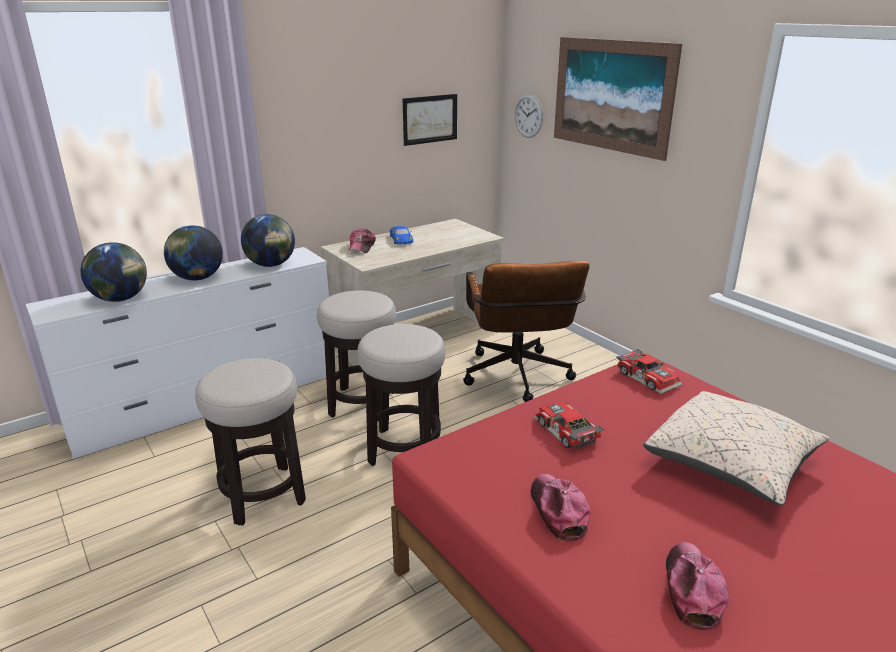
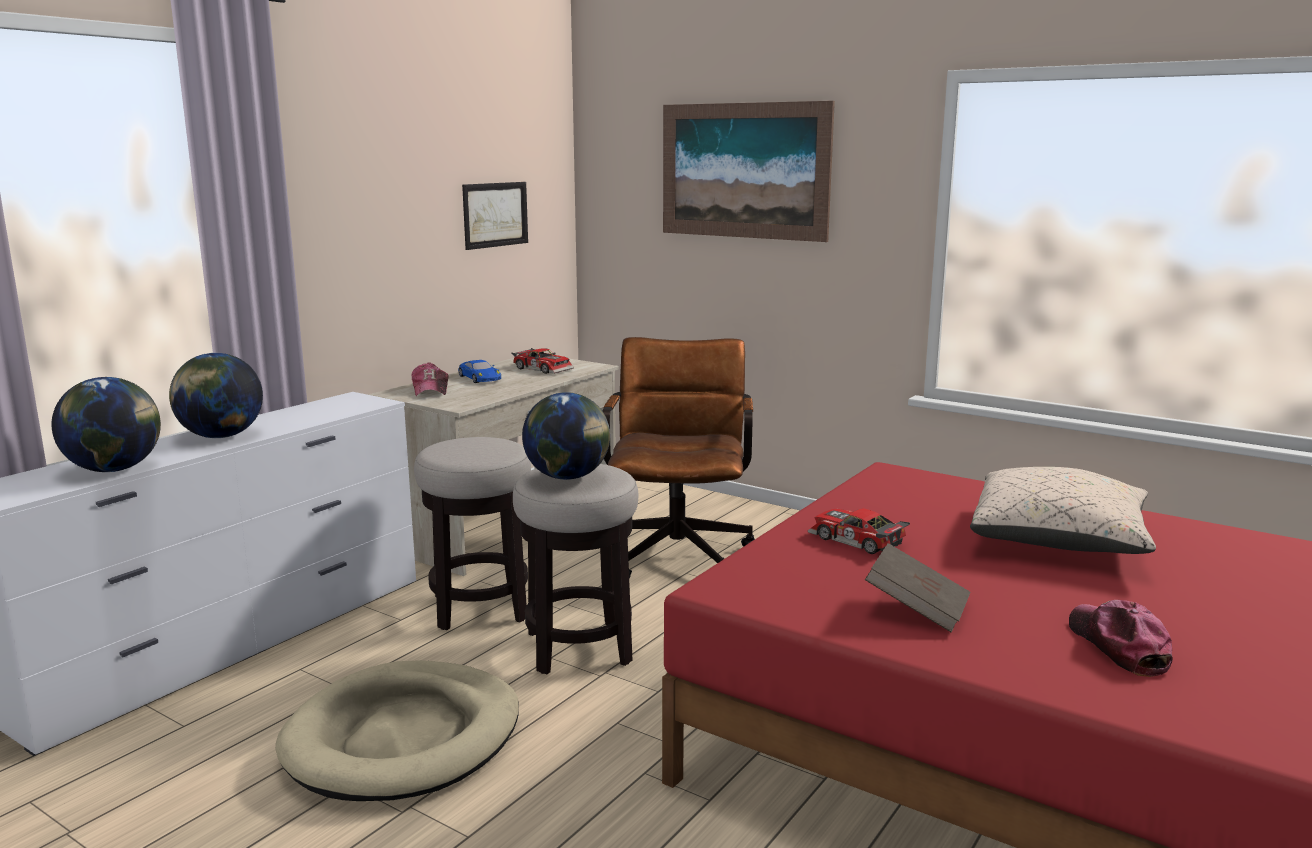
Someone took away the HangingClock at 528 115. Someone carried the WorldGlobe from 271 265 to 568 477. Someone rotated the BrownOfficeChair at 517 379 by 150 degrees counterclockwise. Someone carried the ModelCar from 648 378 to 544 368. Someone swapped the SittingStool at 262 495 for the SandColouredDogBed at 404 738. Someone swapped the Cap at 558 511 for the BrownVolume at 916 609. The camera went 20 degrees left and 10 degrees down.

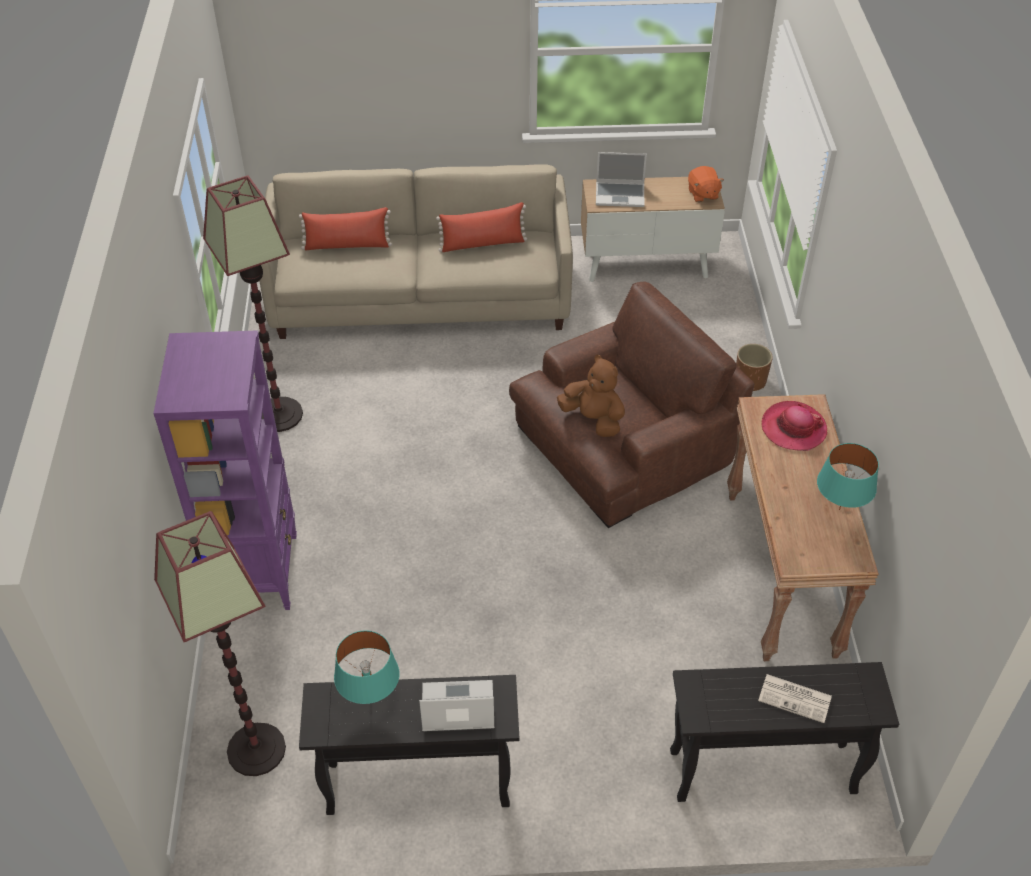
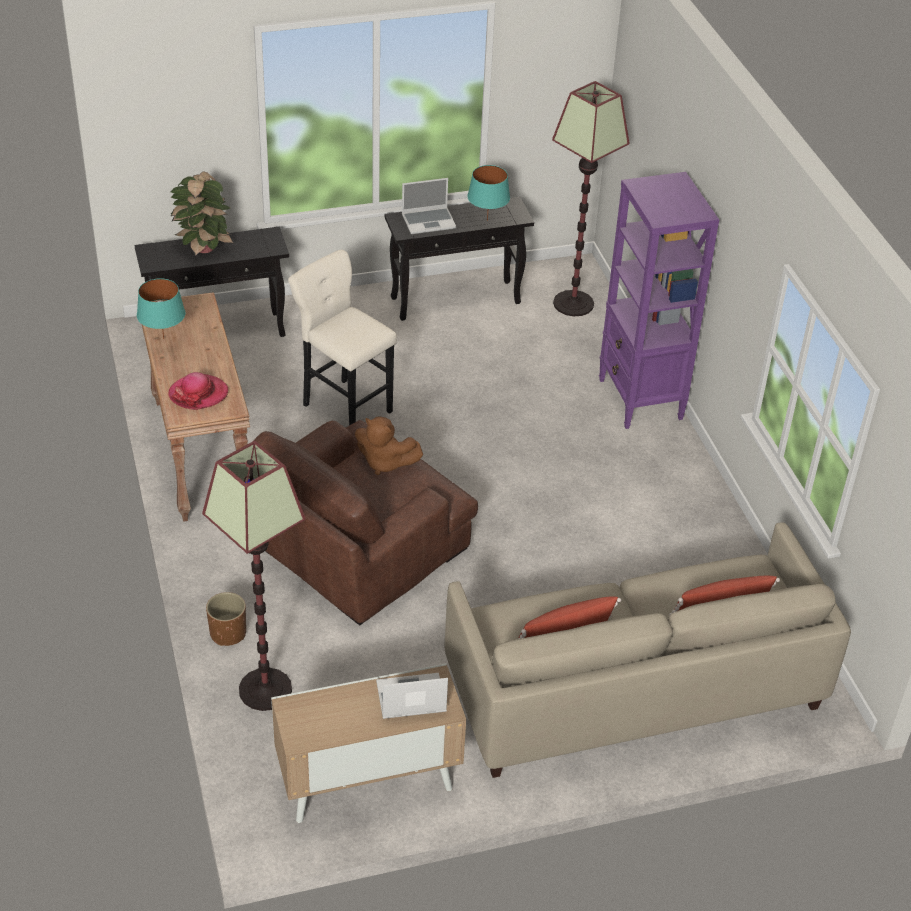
Someone took away the OrangePlushToy at 702 194. Someone carried the FloorLamp from 280 415 to 264 689. Someone swapped the DailyPaper at 796 698 for the Houseplant at 203 249. Someone put down the SandColouredSittingStool at 344 406. The camera went 165 degrees right and 5 degrees down.

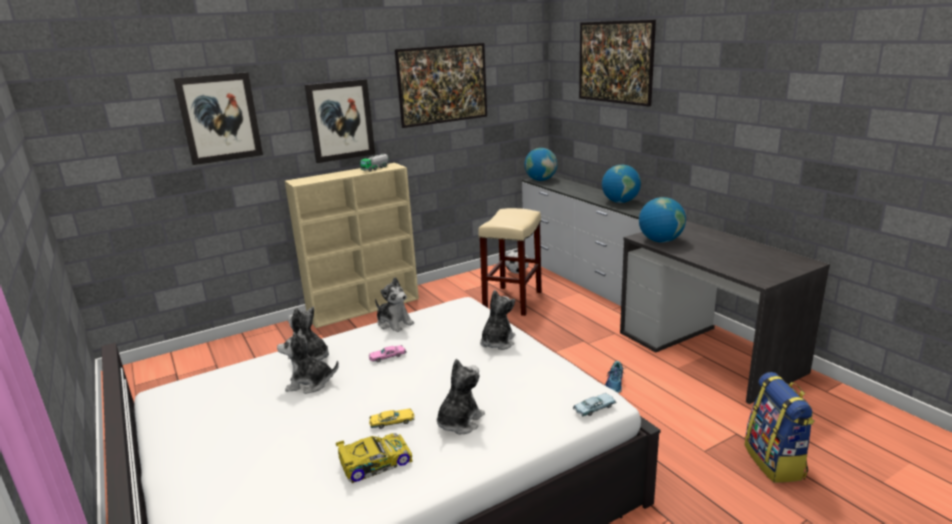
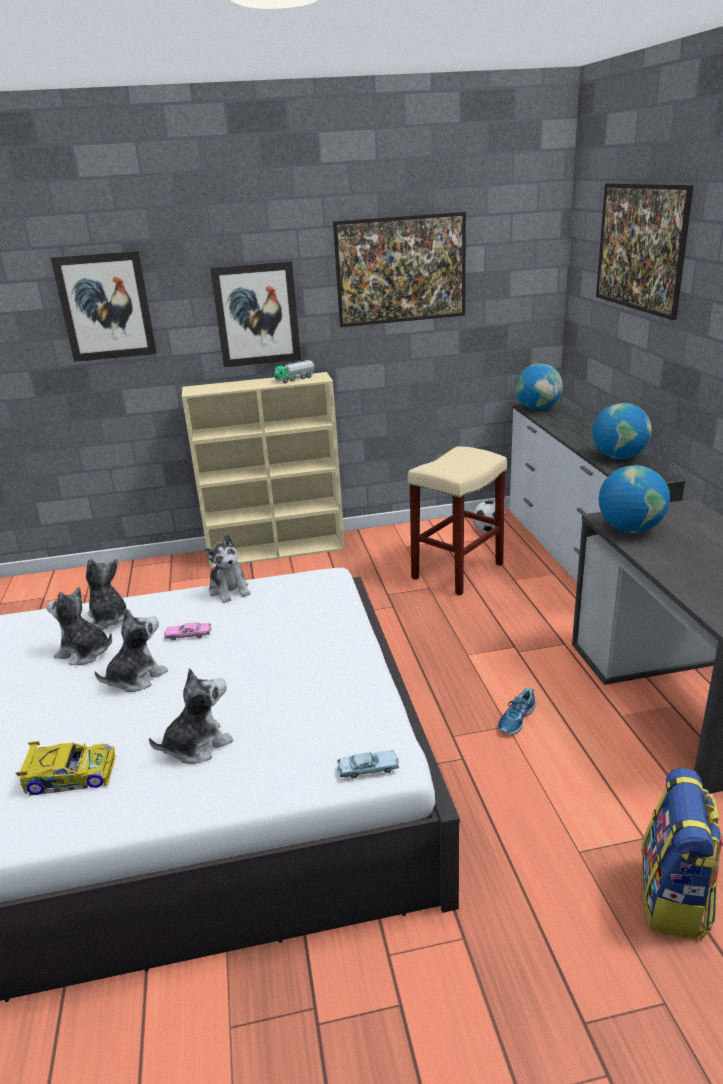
Someone carried the PlushToy from 497 342 to 136 678. Someone took away the YellowModelCar at 392 422. The camera went 20 degrees right and 5 degrees up.

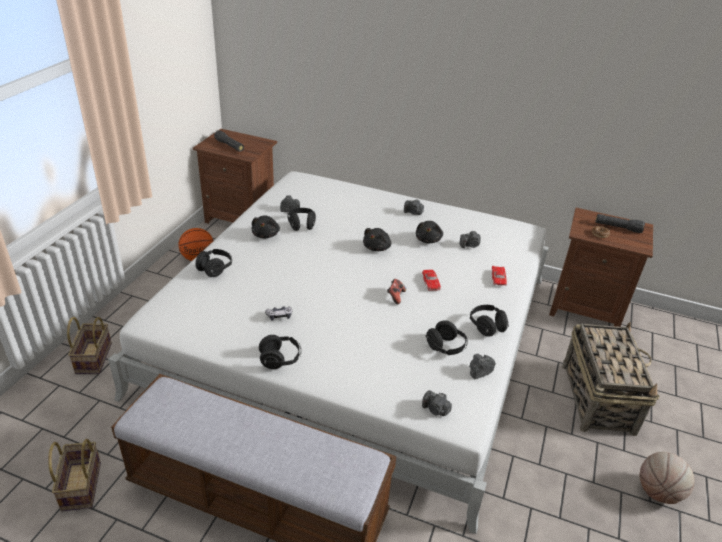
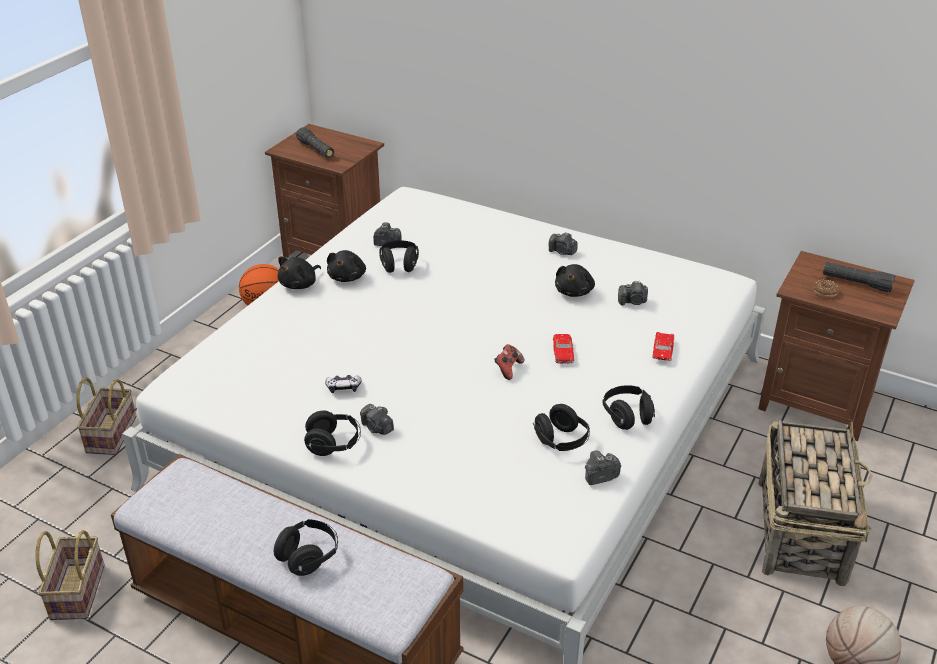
Someone carried the BlackishPlushToy from 377 247 to 300 284. Someone carried the BlackishHeadphones from 215 269 to 308 557. Someone carried the StillCamera from 435 409 to 377 428. The camera went 10 degrees right and 0 degrees up.

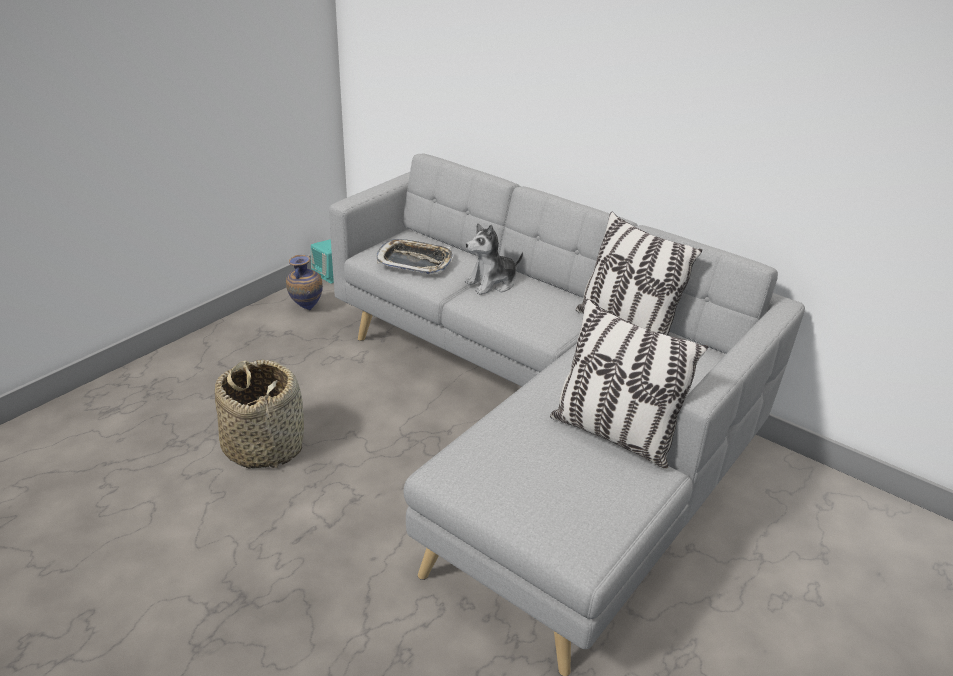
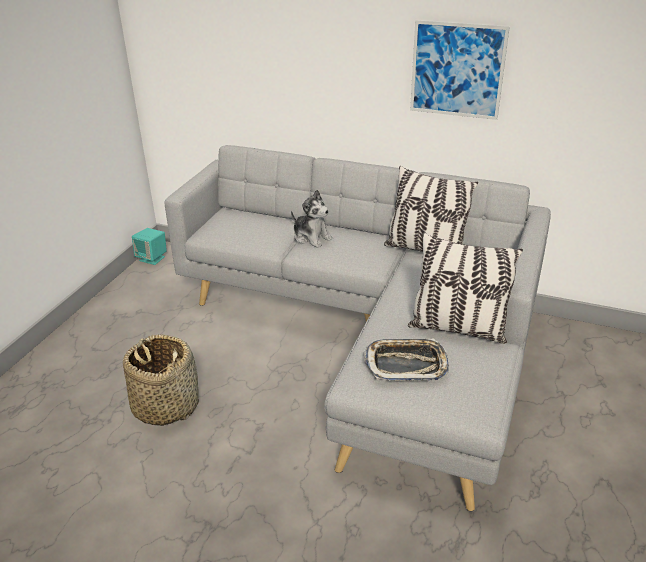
Someone rotated the PlushToy at 492 283 by 90 degrees counterclockwise. Someone carried the CarryingTray from 414 262 to 406 364. Someone took away the FlowerVase at 306 308. Someone put up the Picture at 457 70. The camera went 15 degrees left and 0 degrees up.

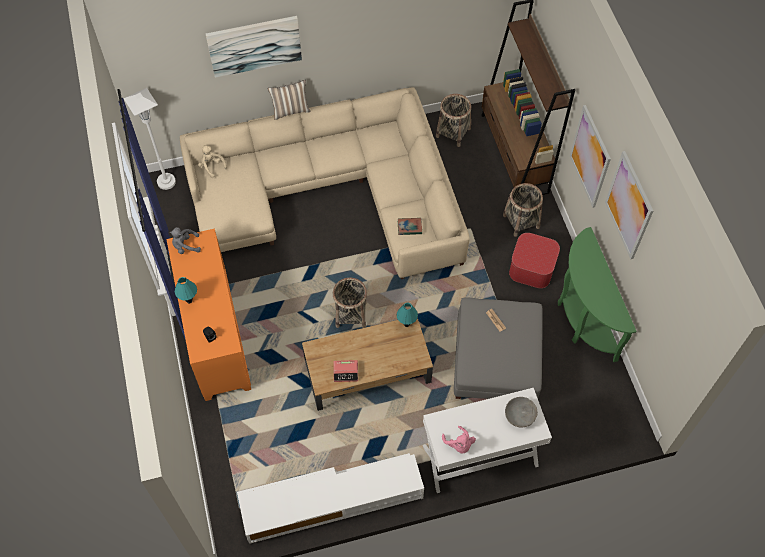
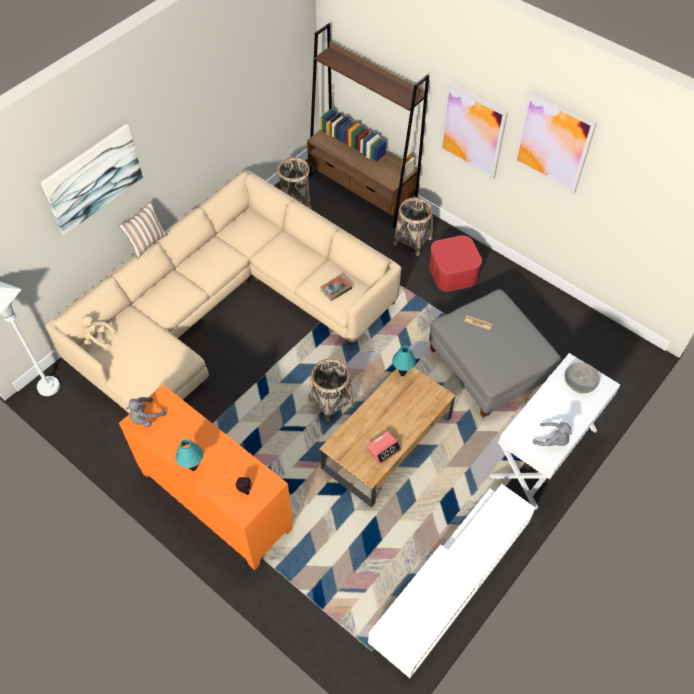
Someone took away the GreenishNarrowTable at 583 317. Someone repainted the PinkPlushToy at 459 444, which became the GreyPlushToy at 552 440. The camera went 35 degrees left and 5 degrees down.

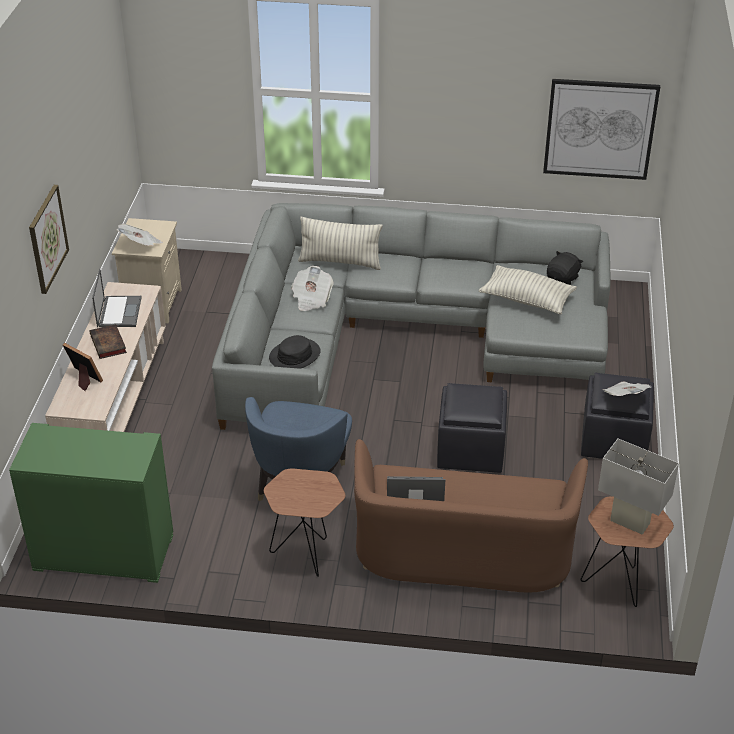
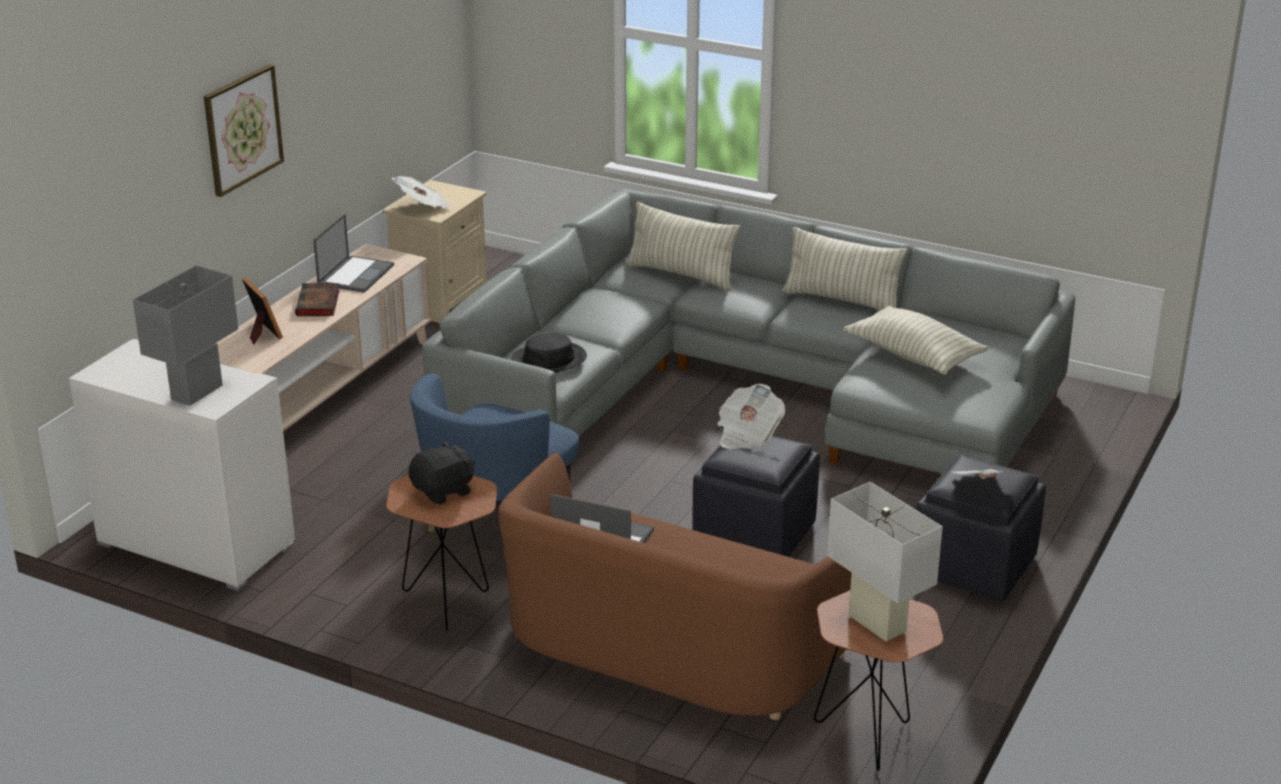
Someone took away the Picture at 600 129. Someone carried the BlackishPlushToy from 563 279 to 443 491. Someone carried the DailyPaper from 311 299 to 747 434. Someone repainted the GreenishDresser at 103 553, which became the WhiteDresser at 195 545. Someone put down the Pillow at 842 300. Someone put down the GreyTableLamp at 197 392. The camera went 20 degrees right and 10 degrees down.

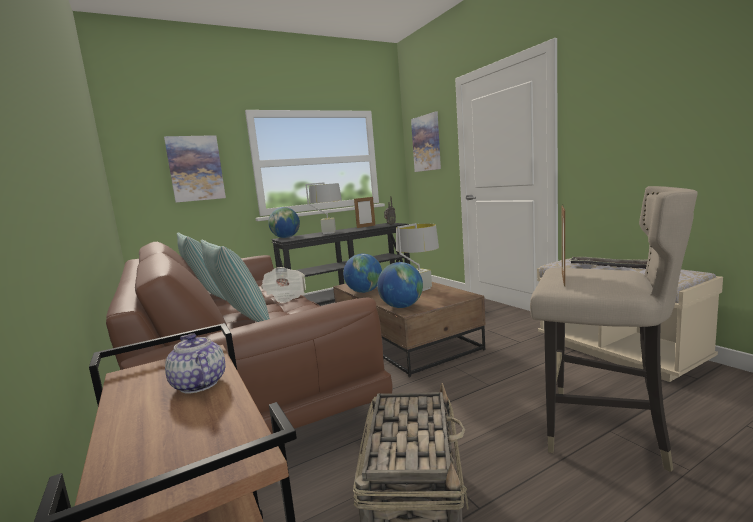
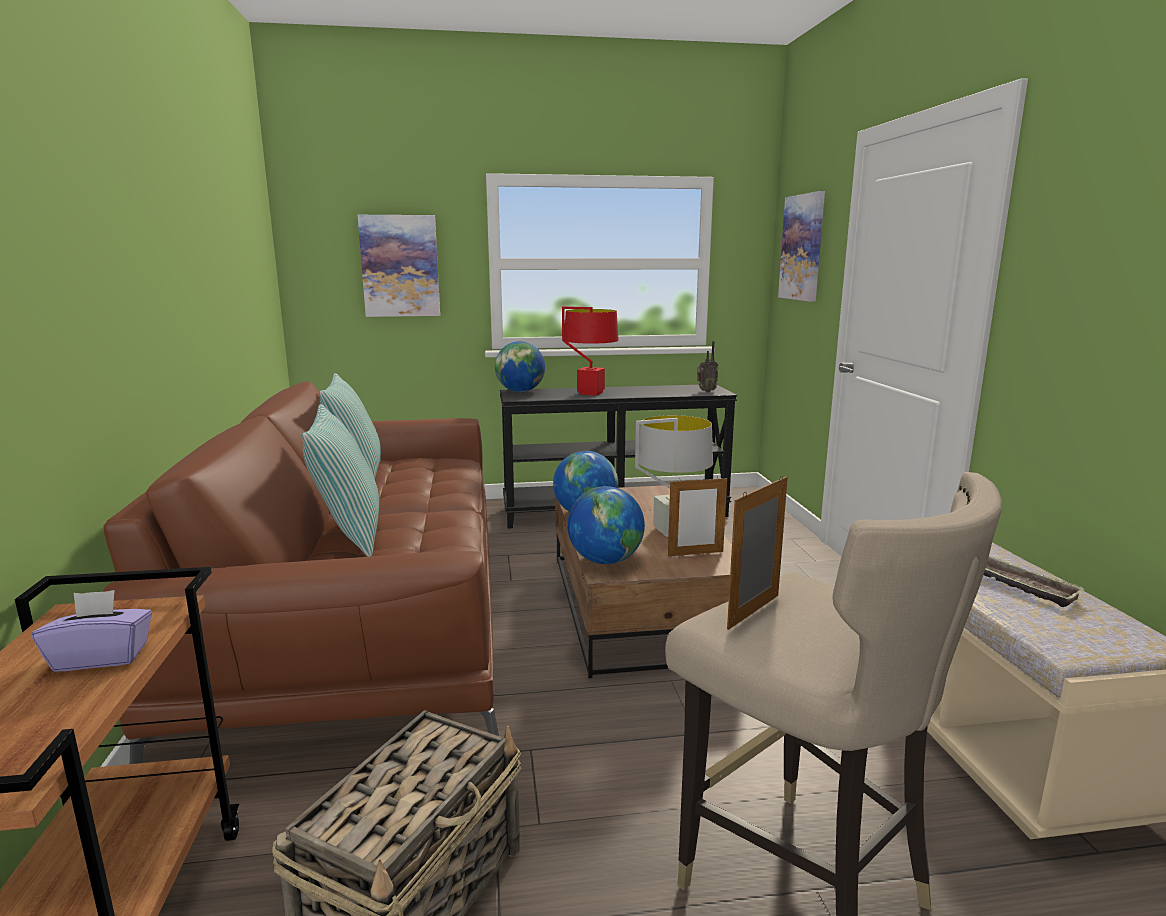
Someone repainted the GreyTableLamp at 328 233, which became the RedColouredTableLamp at 590 393. Someone carried the PictureFrame from 366 226 to 695 553. Someone took away the DailyPaper at 285 296. Someone swapped the PotForTea at 198 384 for the PurpleTissueHolder at 102 657. The camera went 20 degrees right and 5 degrees up.

